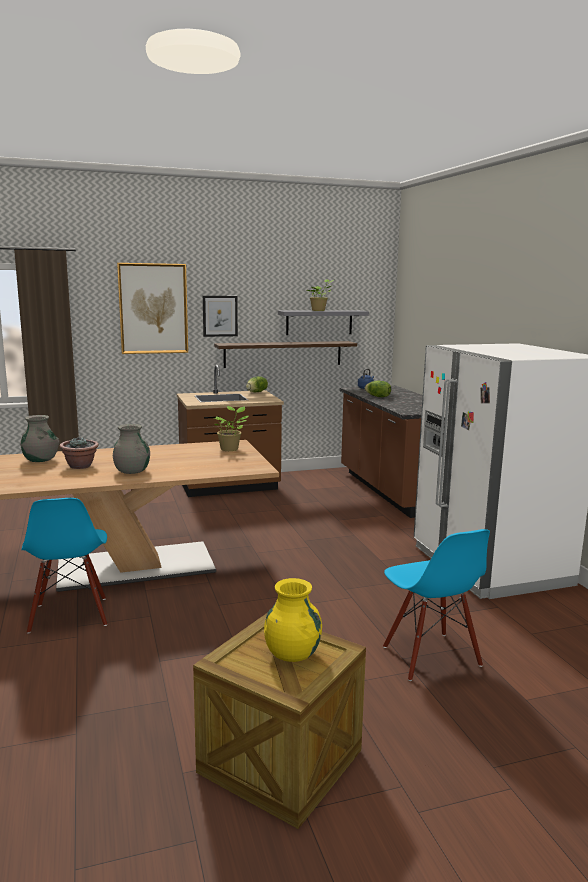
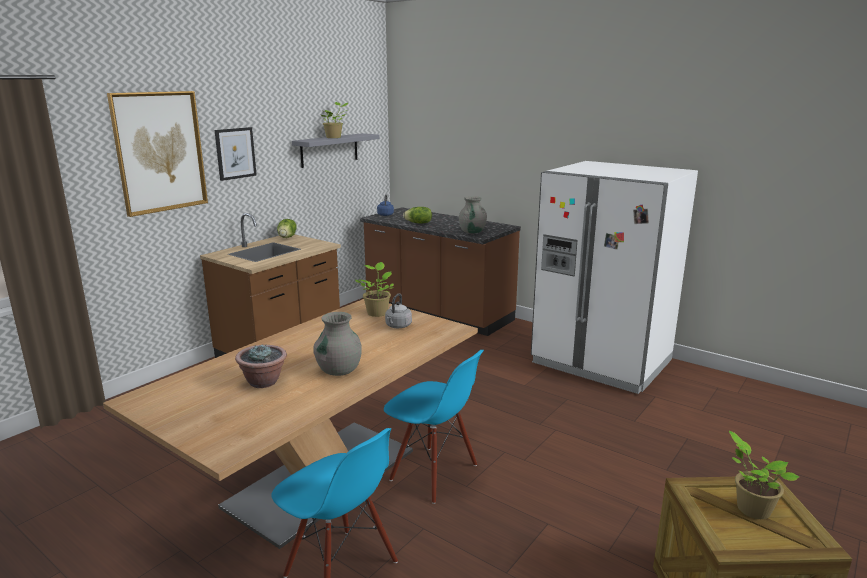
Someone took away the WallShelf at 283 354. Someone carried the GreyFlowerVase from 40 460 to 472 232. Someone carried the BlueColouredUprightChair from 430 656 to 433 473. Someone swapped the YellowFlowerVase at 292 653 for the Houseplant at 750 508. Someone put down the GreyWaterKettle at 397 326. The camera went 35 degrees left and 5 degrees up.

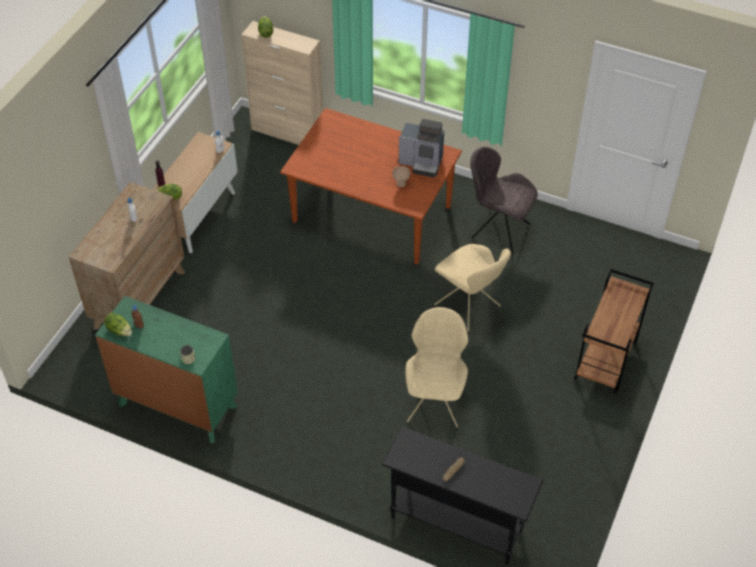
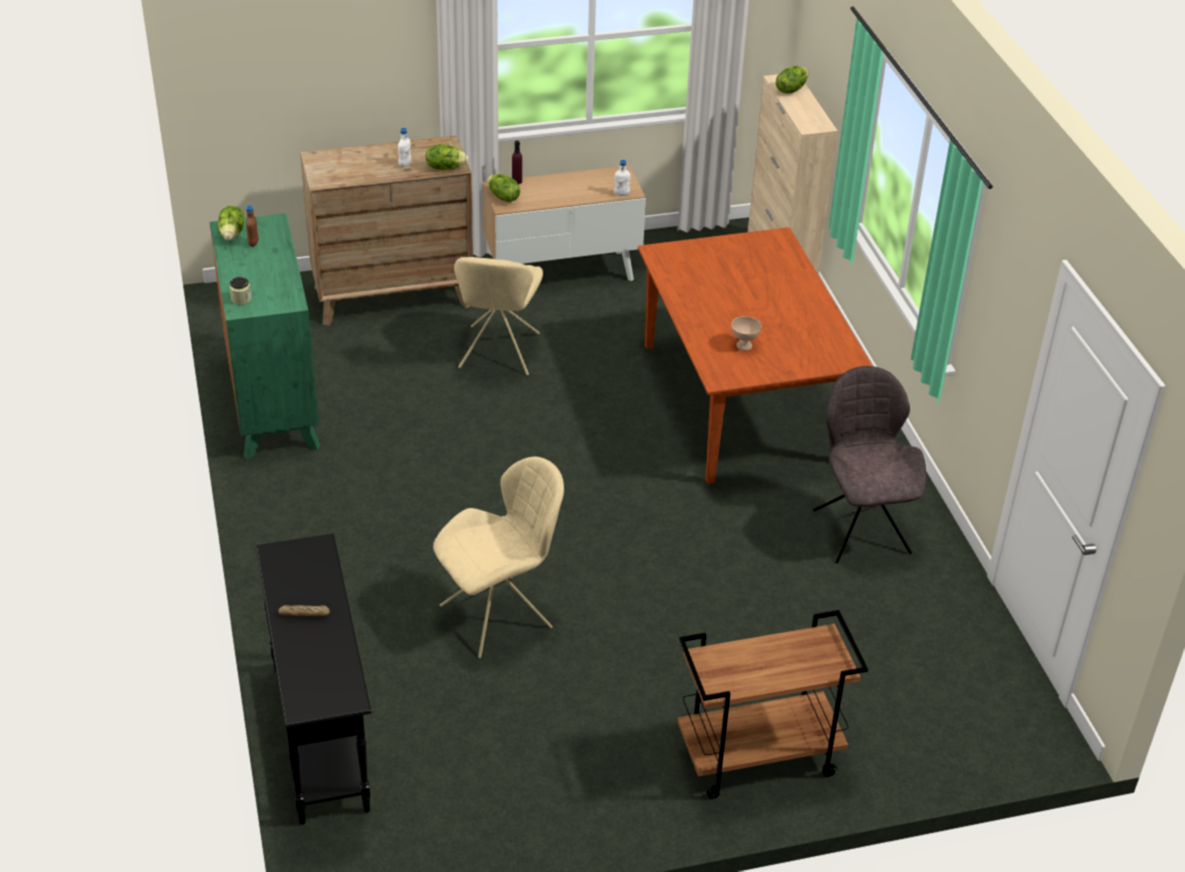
Someone took away the CoffeeMaker at 422 163. Someone carried the SandColouredUprightChair from 469 307 to 498 353. Someone put down the HeadOfLettuce at 445 167. The camera went 50 degrees right and 10 degrees down.

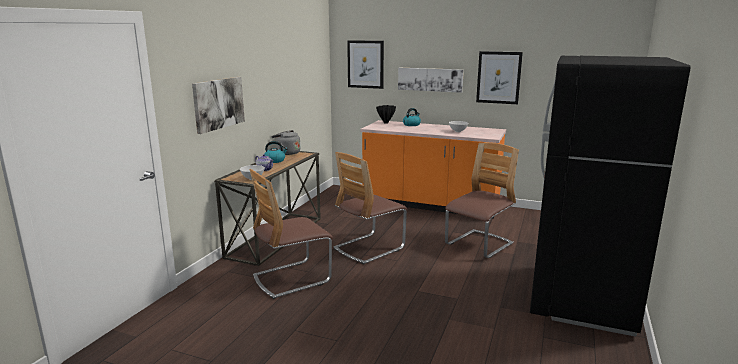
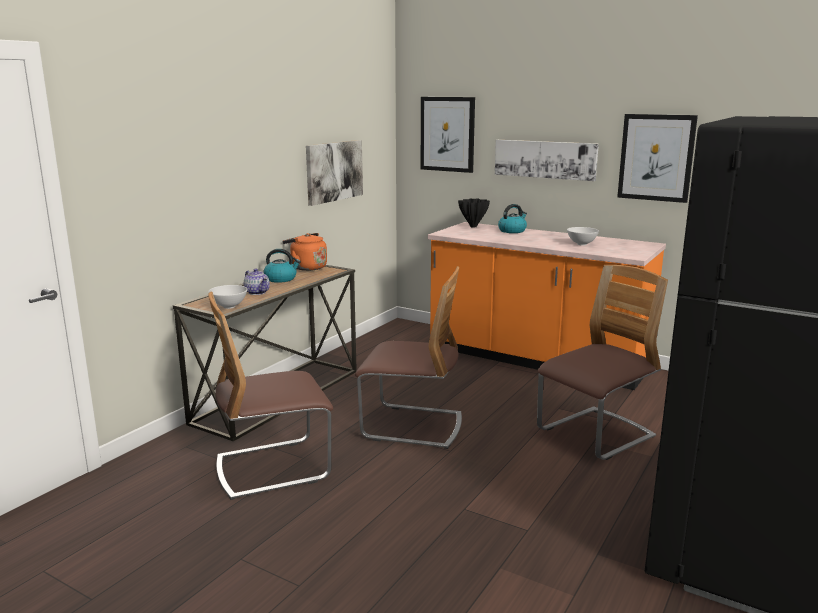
Someone carried the Picture from 218 103 to 334 171. Someone repainted the GreyWaterKettle at 287 153, which became the OrangeWaterKettle at 306 267. Someone rotated the UprightChair at 369 248 by 135 degrees counterclockwise. The camera went 10 degrees right and 0 degrees up.

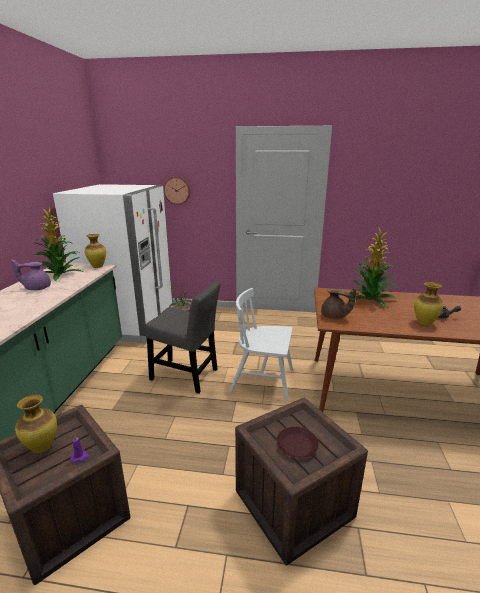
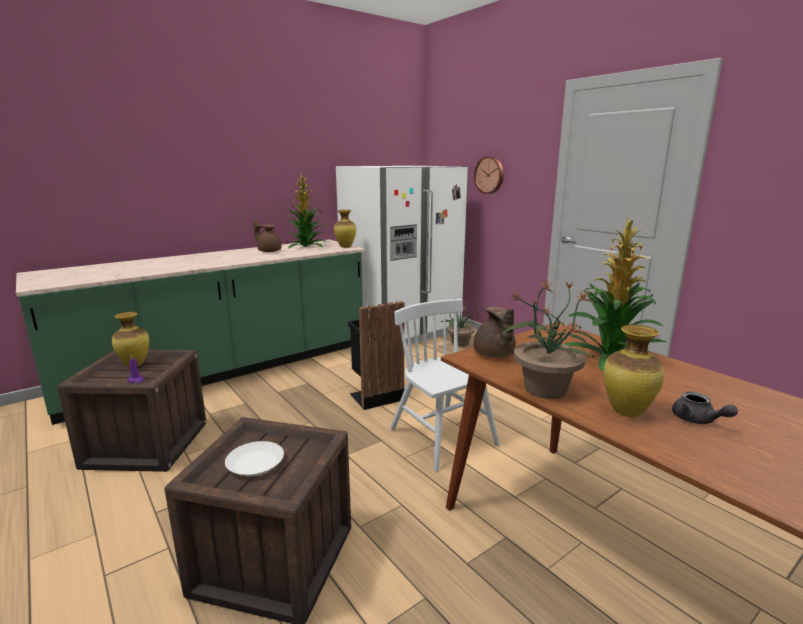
Someone repainted the PurplePotForTea at 37 288, which became the BrownPotForTea at 269 251. Someone swapped the GreyUprightChair at 187 376 for the BlackishWasteBin at 375 395. Someone repainted the BrownFlatDish at 297 445, which became the WhiteFlatDish at 256 463. Someone put down the Houseplant at 544 388. The camera went 45 degrees right and 5 degrees down.

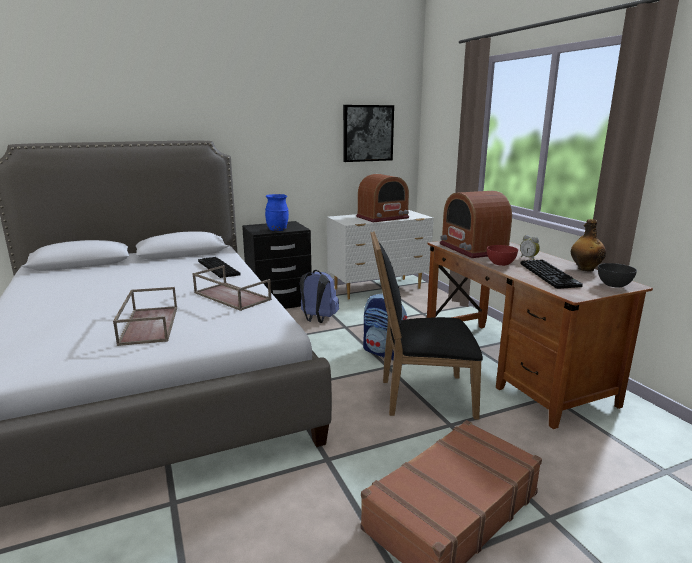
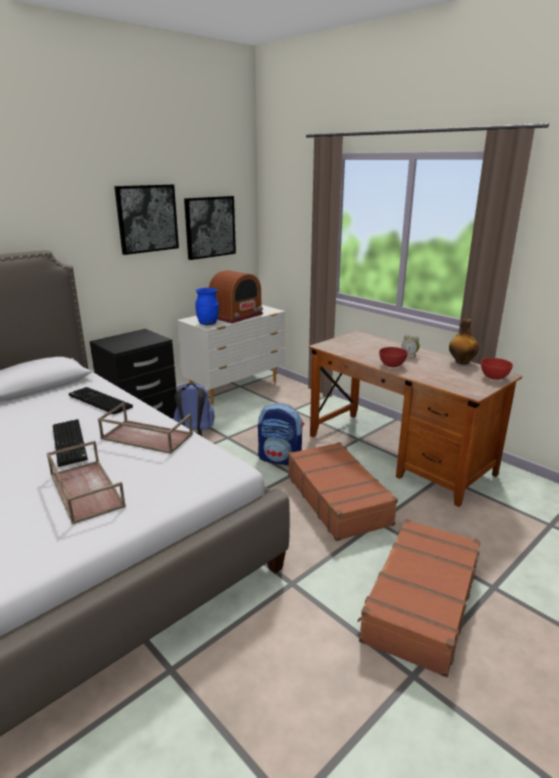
Someone took away the RadioSet at 473 249. Someone carried the BlueColouredFlowerVase from 277 230 to 208 323. Someone swapped the BlackishUprightChair at 420 396 for the BrownSuitcase at 338 499. Someone carried the Keyboard from 550 275 to 71 443. Someone repainted the GreyBowl at 613 285, which became the RedColouredBowl at 494 377. Someone put up the Picture at 147 218. The camera went 20 degrees left and 5 degrees up.

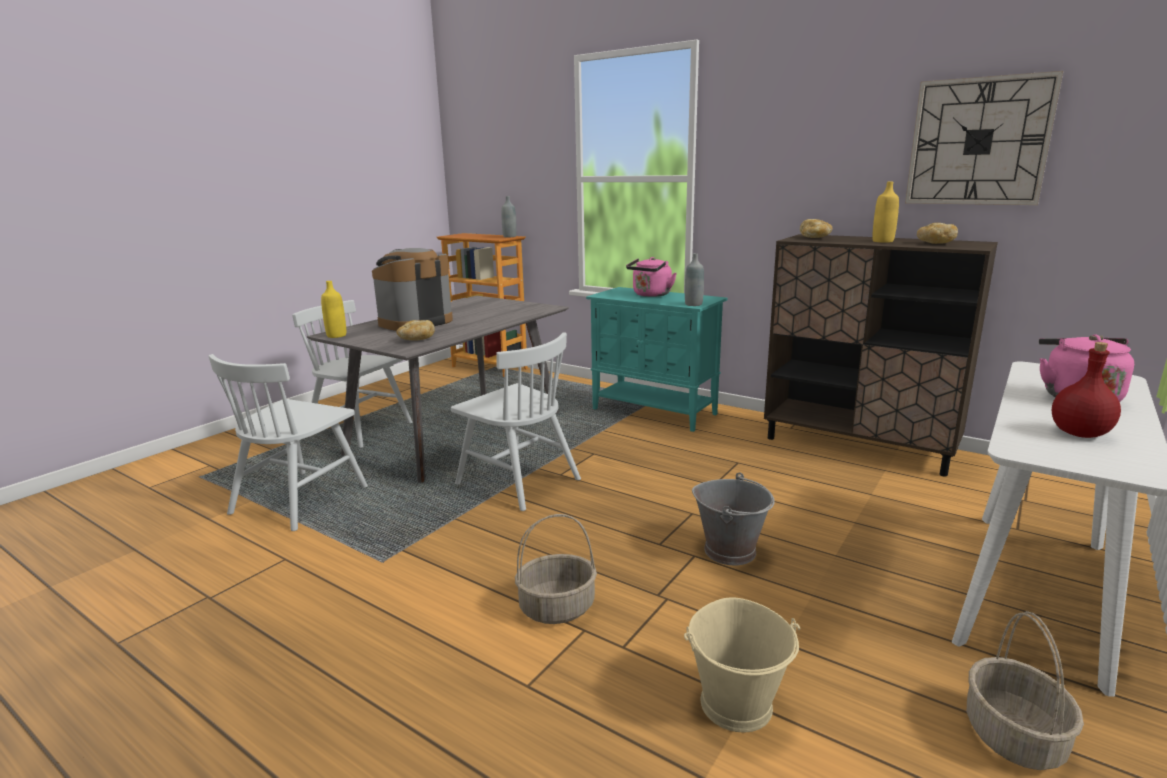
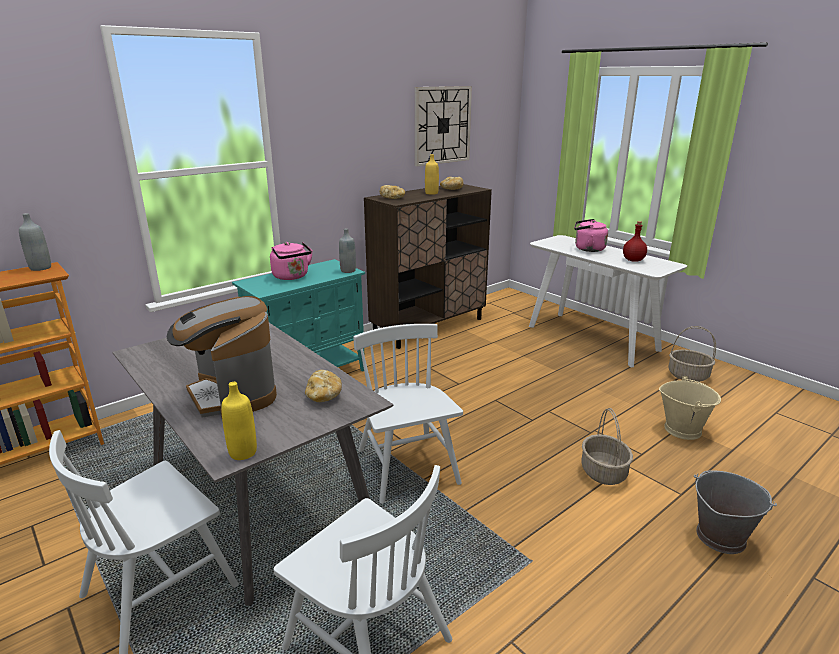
Someone rotated the WhiteUprightChair at 518 481 by 75 degrees counterclockwise. Someone carried the GreyPail from 730 550 to 720 536. The camera went 75 degrees left and 5 degrees up.

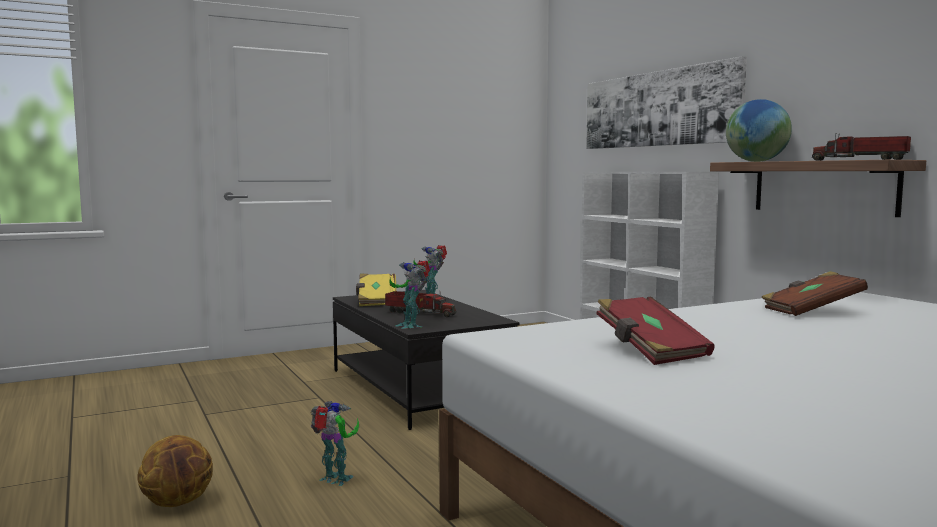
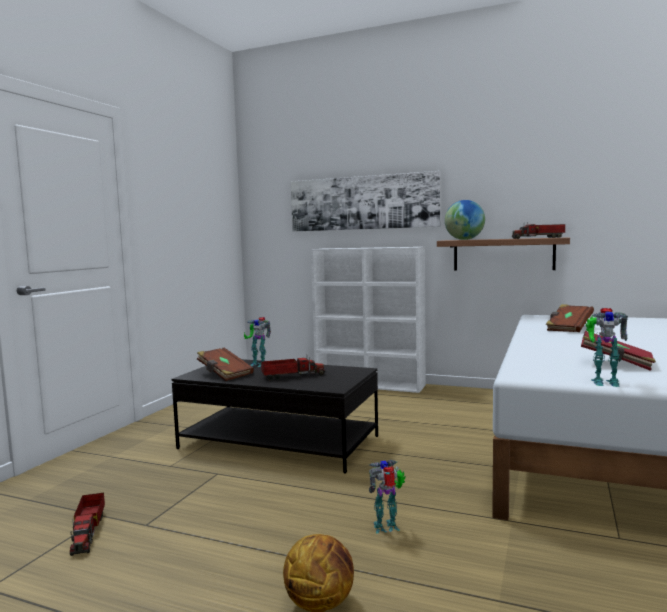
Someone carried the ModelRobot from 410 325 to 604 382. Someone repainted the YellowVolume at 376 301, which became the BrownVolume at 224 374. Someone put down the ModelTruck at 88 531. The camera went 40 degrees left and 0 degrees up.

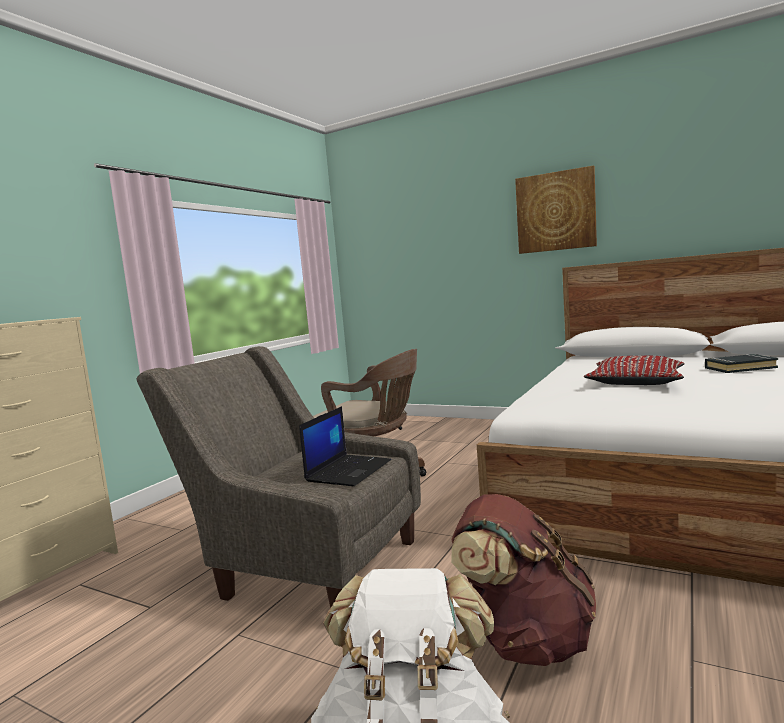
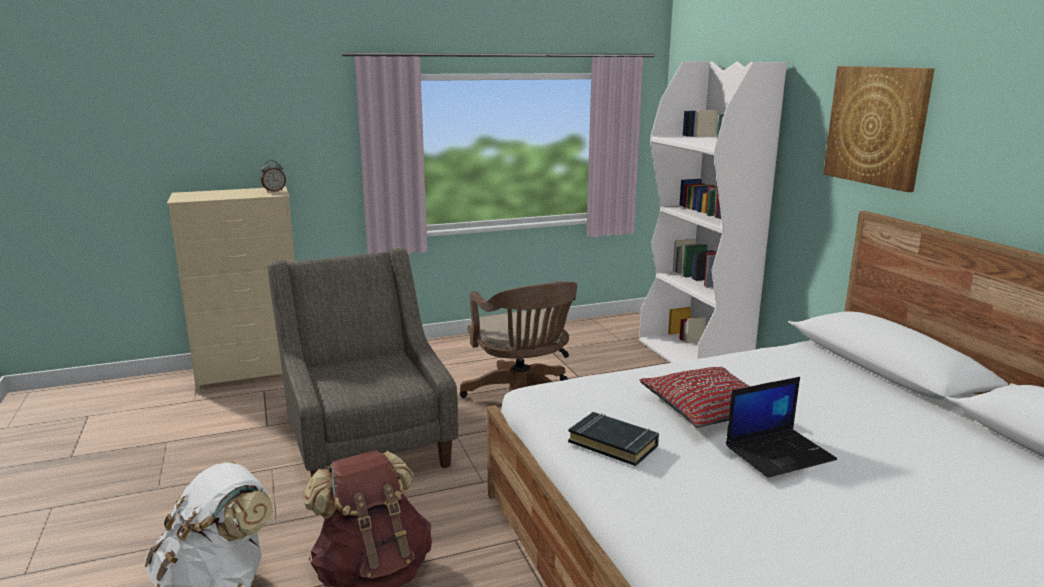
Someone carried the BlackishVolume from 739 368 to 613 443. Someone carried the PortableComputer from 348 470 to 779 452. Someone put down the WhiteShelvingUnit at 694 356. Someone put down the BedsideClock at 274 191. The camera went 40 degrees right and 10 degrees up.

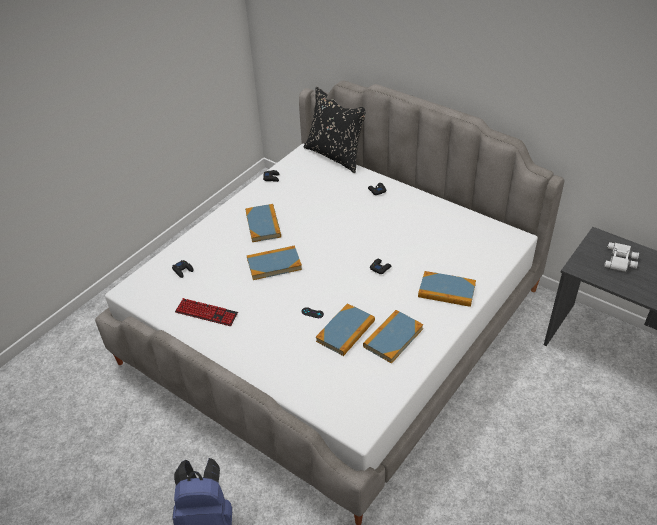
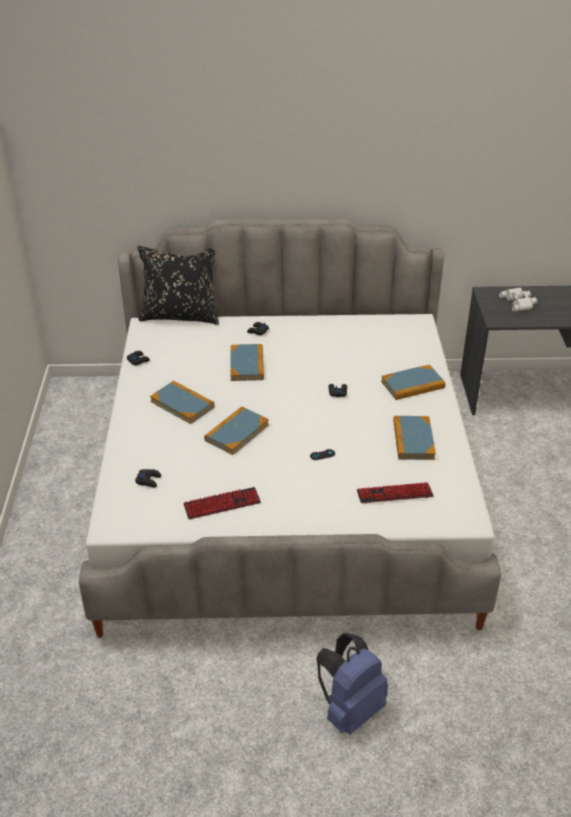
Someone carried the Volume from 345 331 to 247 364. Someone put down the Keyboard at 394 494. The camera went 40 degrees left and 5 degrees down.

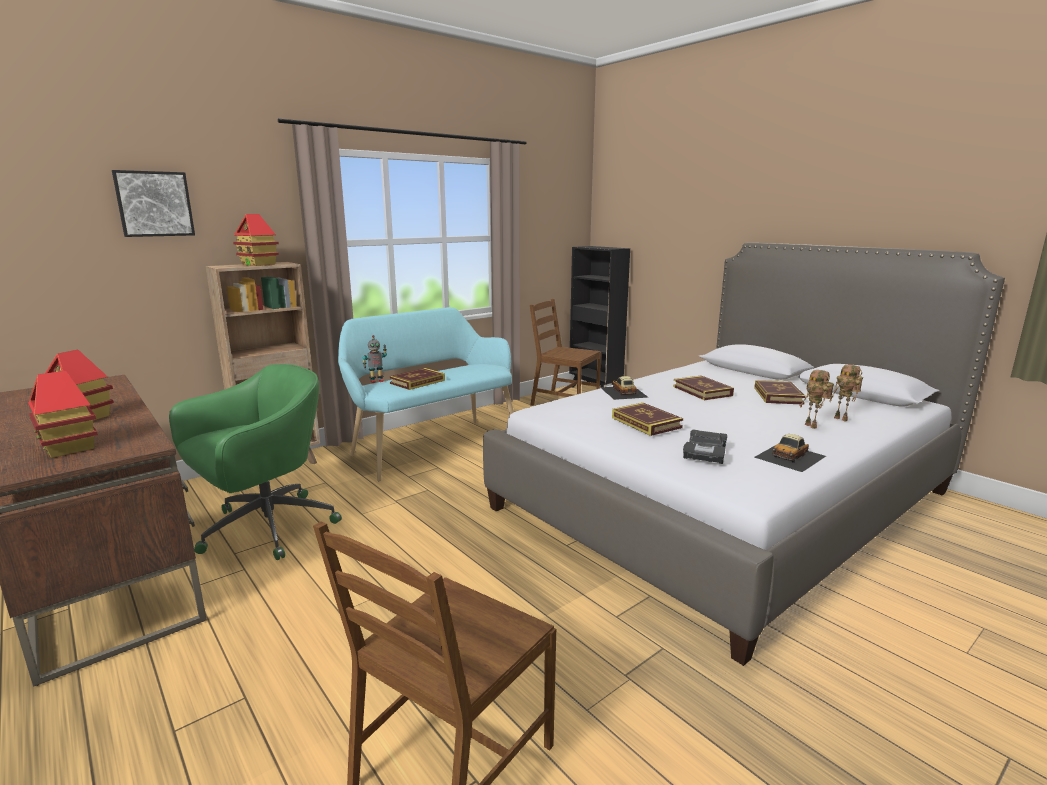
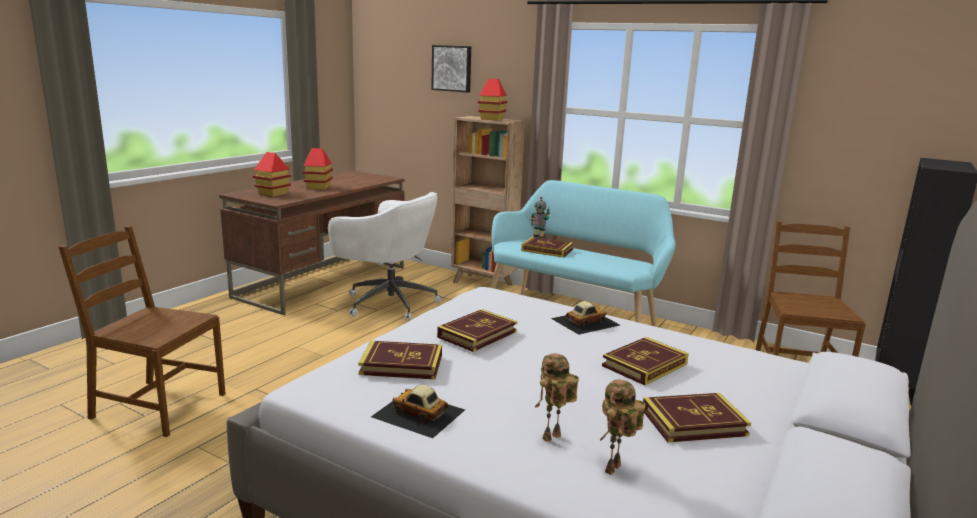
Someone repainted the GreenishOfficeChair at 265 528, which became the WhiteOfficeChair at 388 303. Someone swapped the BlackishModelCar at 705 454 for the Volume at 401 365. The camera went 70 degrees right and 0 degrees up.

